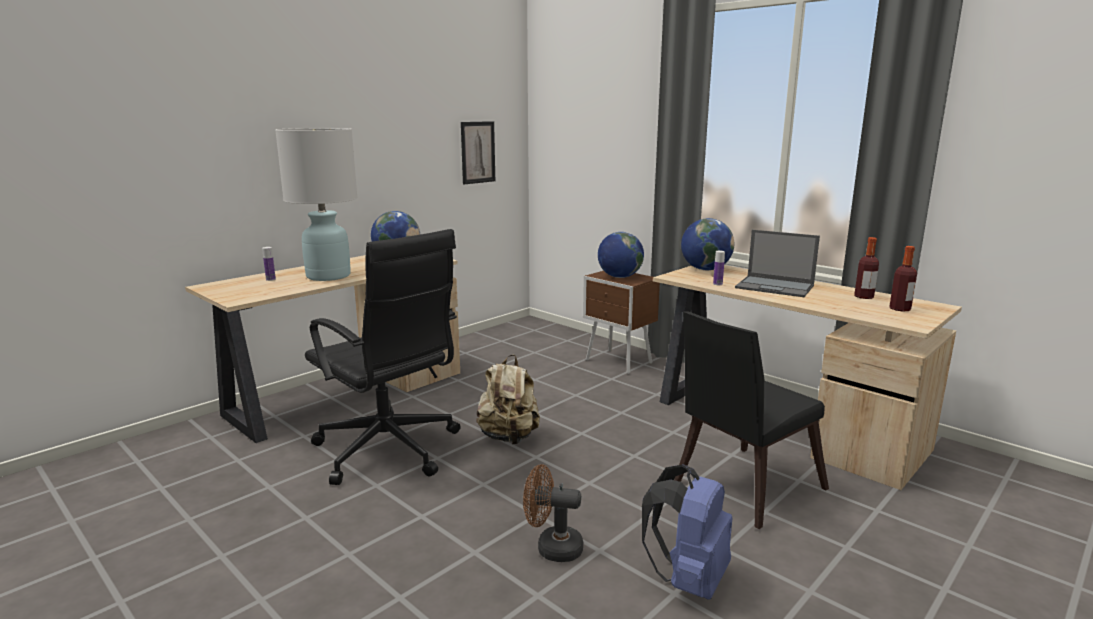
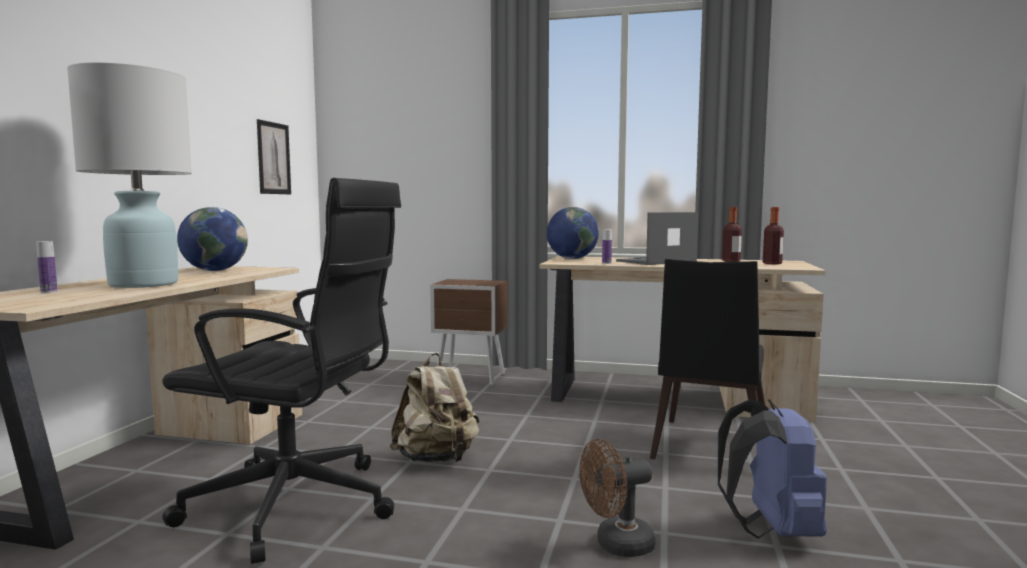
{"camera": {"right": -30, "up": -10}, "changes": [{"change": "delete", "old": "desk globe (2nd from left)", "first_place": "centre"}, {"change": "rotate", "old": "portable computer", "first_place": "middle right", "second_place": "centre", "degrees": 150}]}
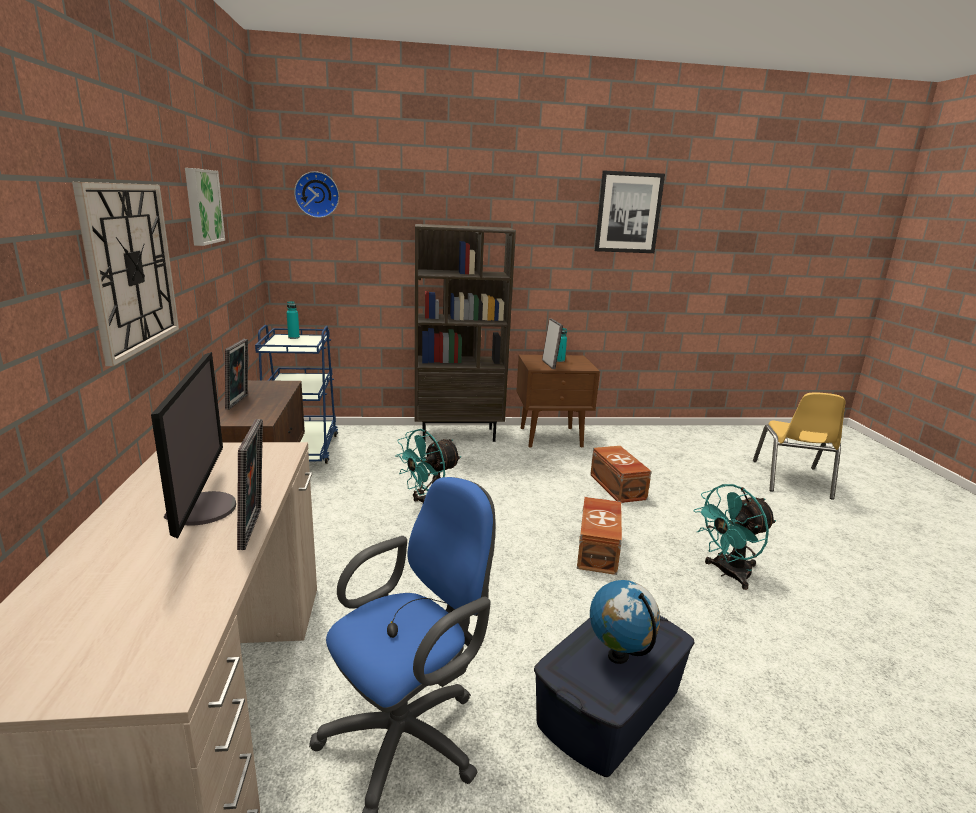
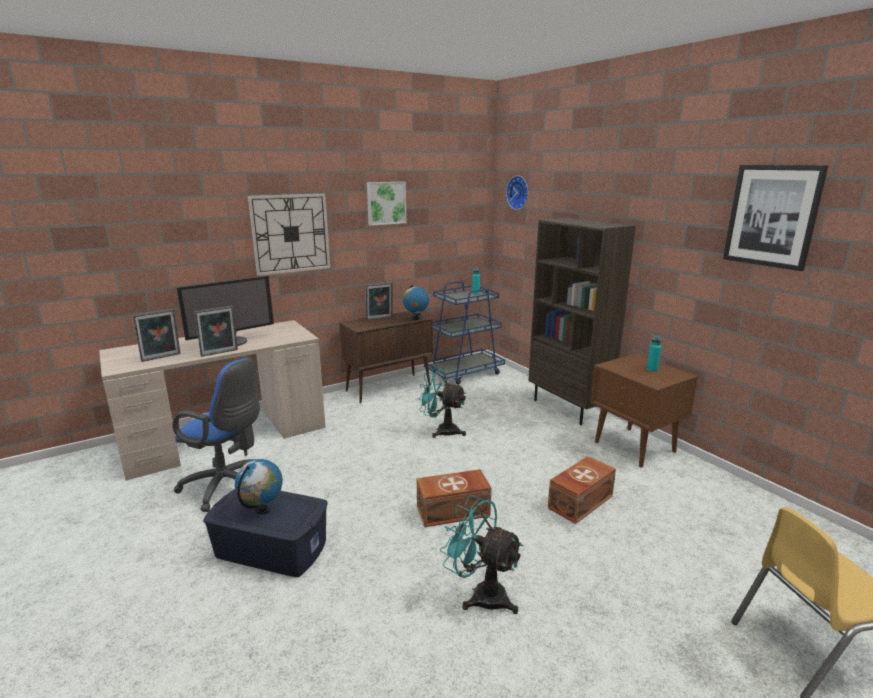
{"camera": {"right": 65, "up": 0}, "changes": [{"change": "move", "old": "photo frame (3rd from left in the first image)", "new": "photo frame (1st from left)", "first_place": "centre", "second_place": "middle left"}, {"change": "insert", "new": "desk globe (2nd from left)", "second_place": "centre"}]}
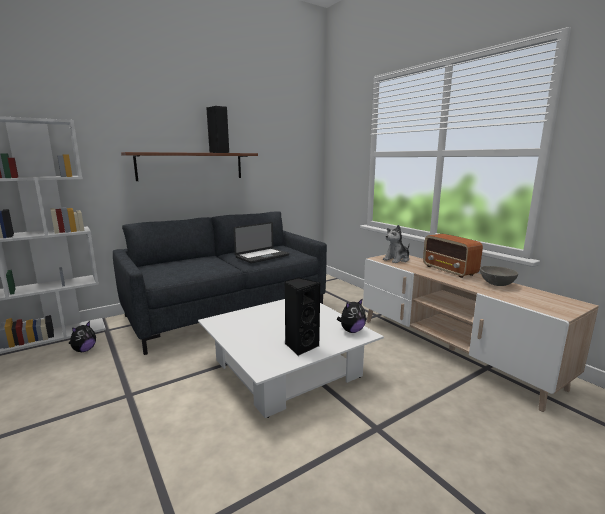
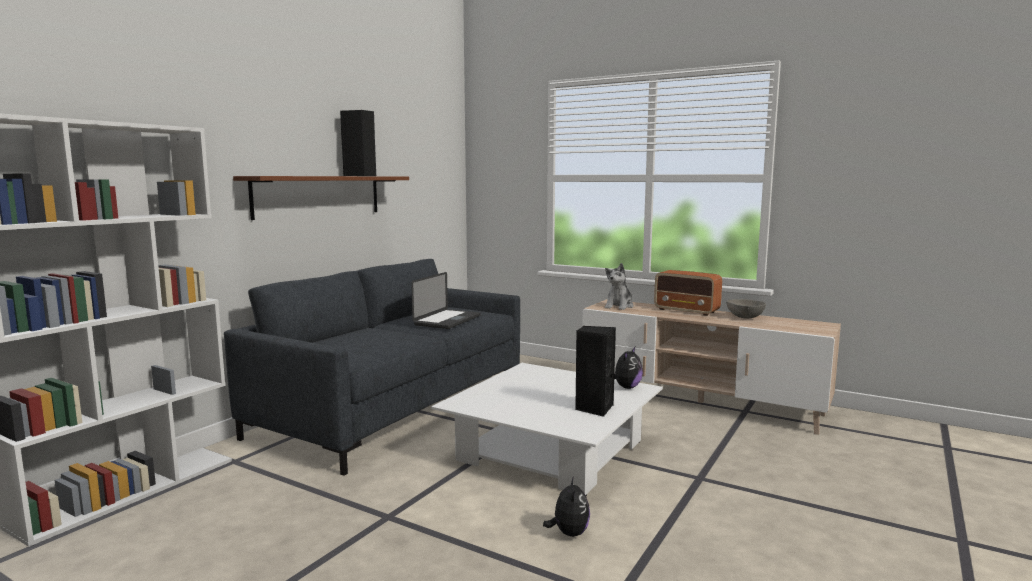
{"camera": {"right": -25, "up": -5}, "changes": [{"change": "move", "old": "cuddly toy (1st from left)", "first_place": "middle left", "second_place": "bottom centre"}]}
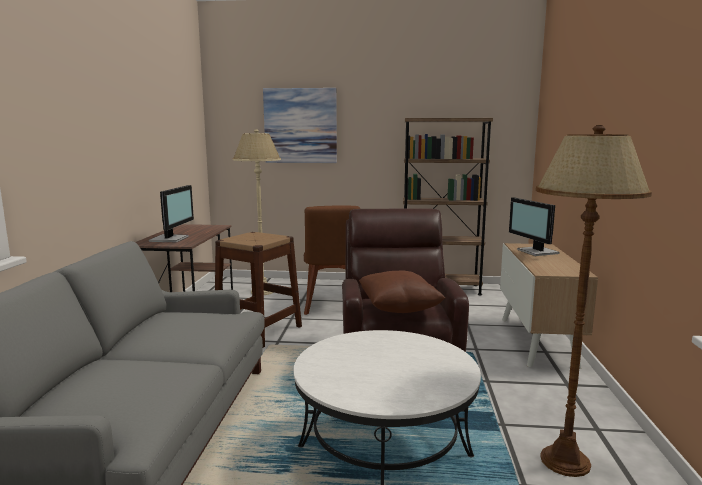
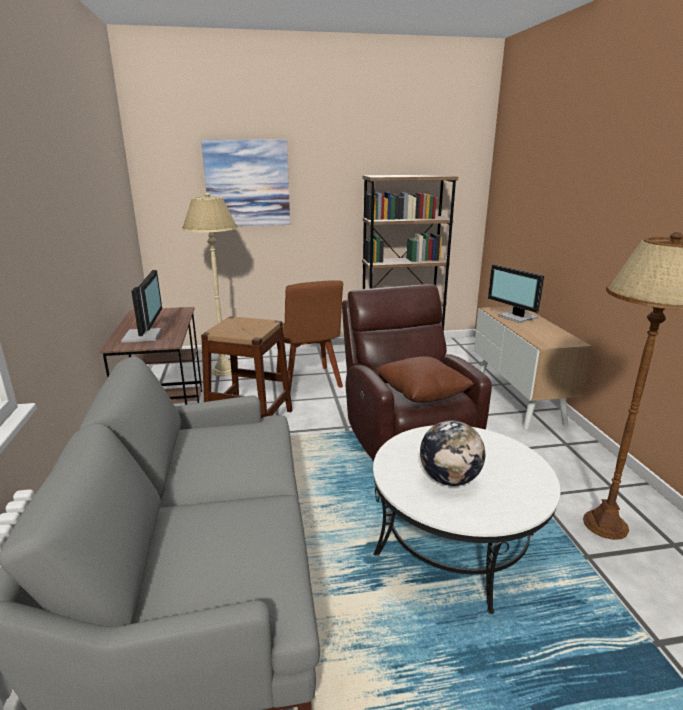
{"camera": {"right": -15, "up": 10}, "changes": [{"change": "insert", "new": "desk globe", "second_place": "centre"}]}
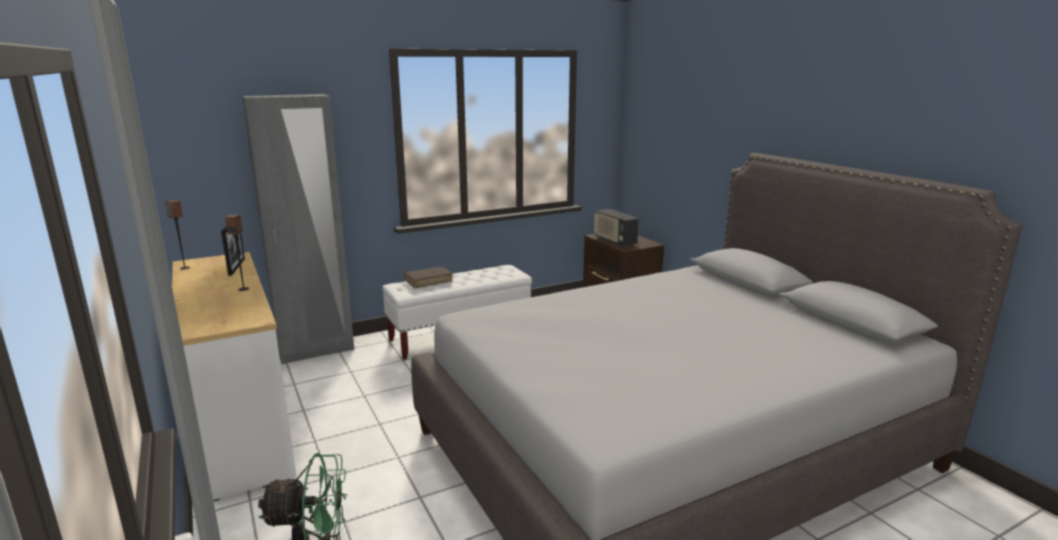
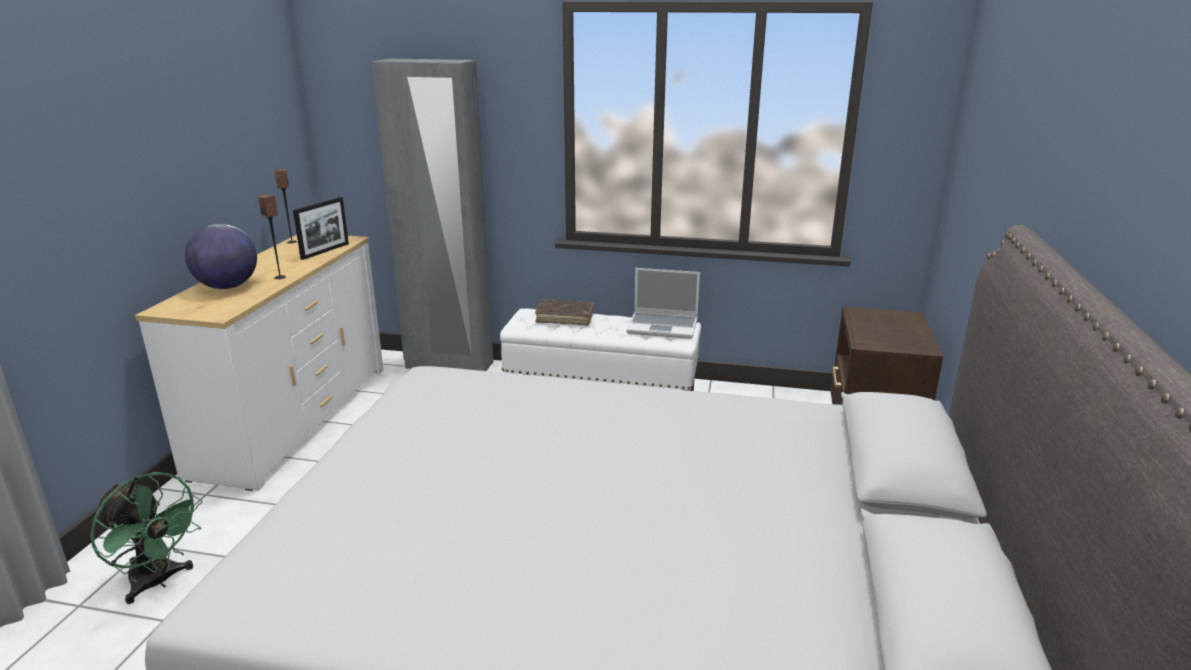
{"camera": {"right": 40, "up": 5}, "changes": [{"change": "delete", "old": "radio", "first_place": "centre"}, {"change": "insert", "new": "desk globe", "second_place": "middle left"}, {"change": "insert", "new": "portable computer", "second_place": "centre"}]}
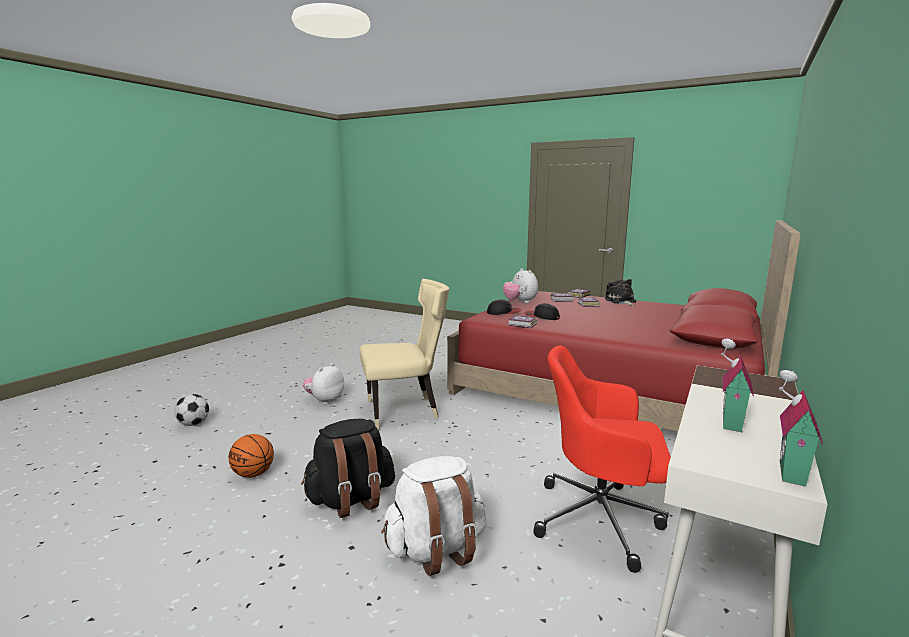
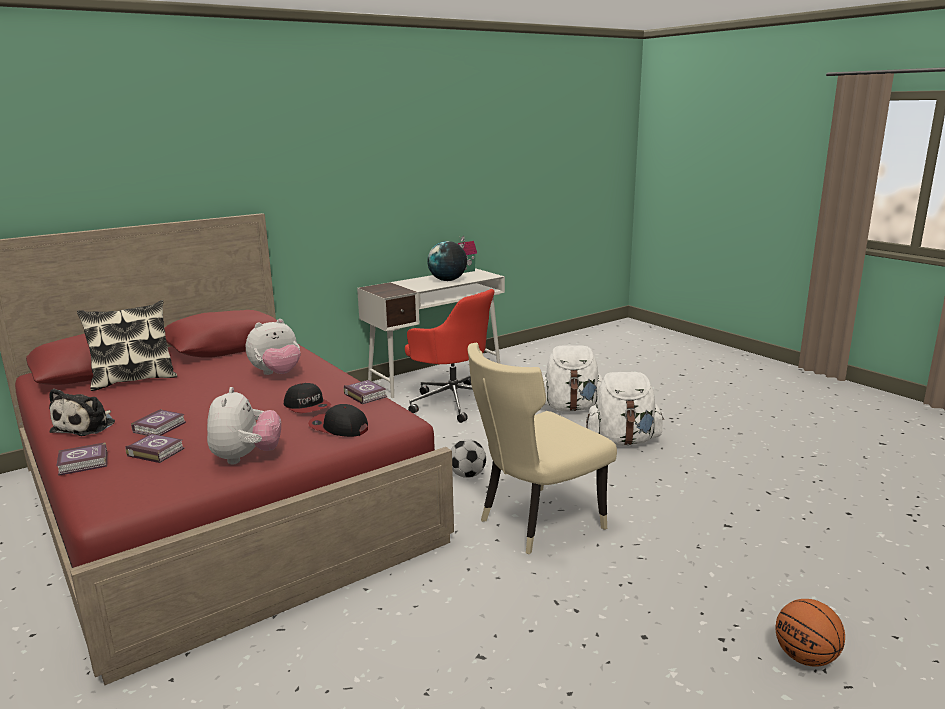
{"camera": {"right": -155, "up": 5}, "changes": [{"change": "move", "old": "ball for football", "first_place": "middle left", "second_place": "centre"}, {"change": "move", "old": "ball for basketball", "first_place": "bottom left", "second_place": "bottom right"}, {"change": "recolor", "old": "black-coloured knapsack", "new": "white-coloured knapsack (2nd from left)", "first_place": "bottom centre", "second_place": "centre"}, {"change": "move", "old": "cuddly toy (1st from left in the first image)", "new": "cuddly toy (3rd from left)", "first_place": "centre", "second_place": "middle left"}, {"change": "rotate", "old": "sand-coloured chair", "first_place": "centre", "second_place": "centre", "degrees": -45}, {"change": "replace", "old": "model house (1st from left)", "new": "desk globe", "first_place": "middle right", "second_place": "centre"}, {"change": "insert", "new": "throw pillow", "second_place": "middle left"}]}
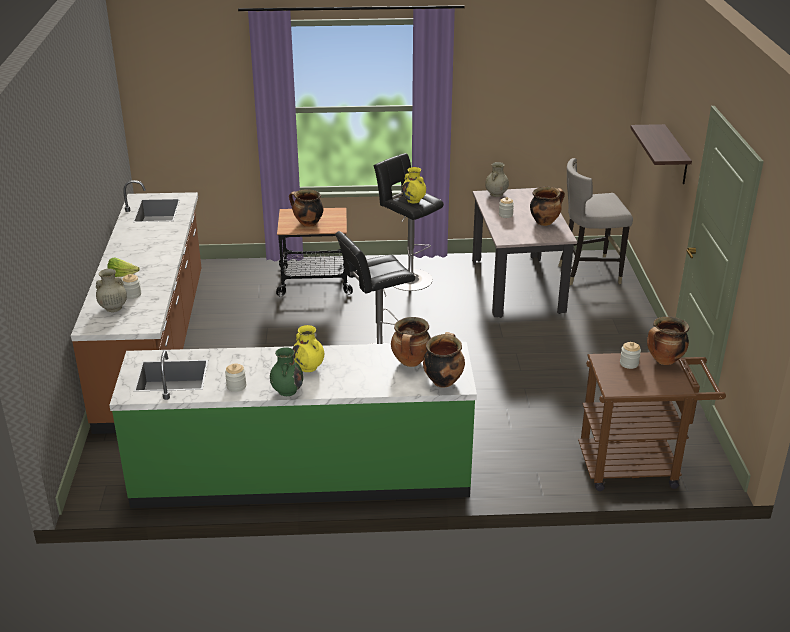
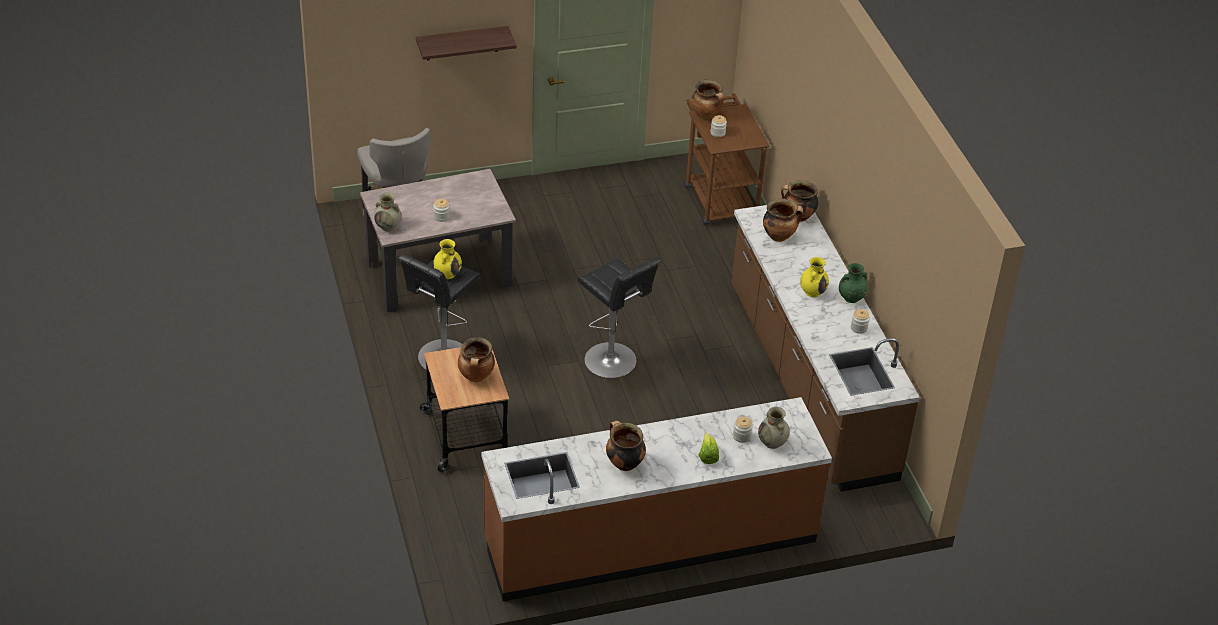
{"camera": {"right": -105, "up": 10}, "changes": [{"change": "recolor", "old": "green-coloured kitchen counter", "new": "brownish kitchen counter (2nd from left)", "first_place": "bottom centre", "second_place": "middle right"}, {"change": "move", "old": "saucepot (4th from left in the first image)", "new": "saucepot (2nd from left)", "first_place": "top right", "second_place": "bottom centre"}]}
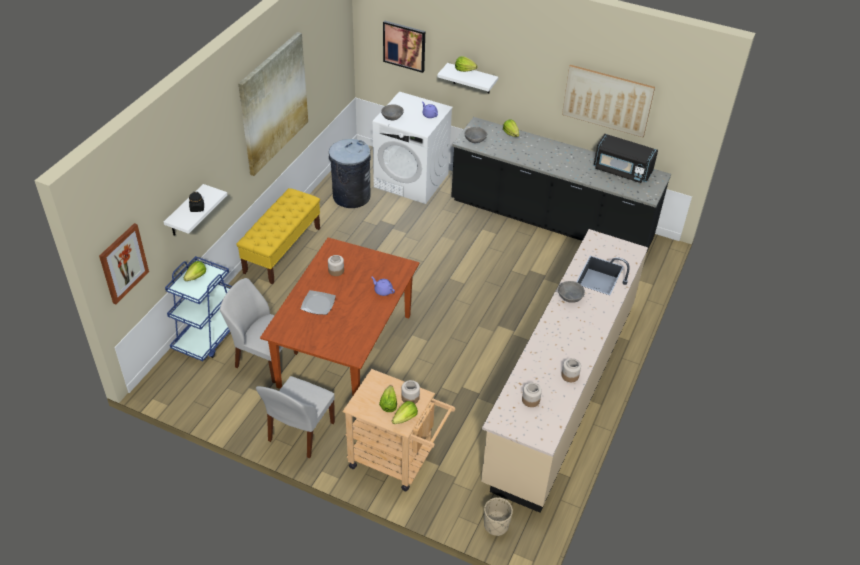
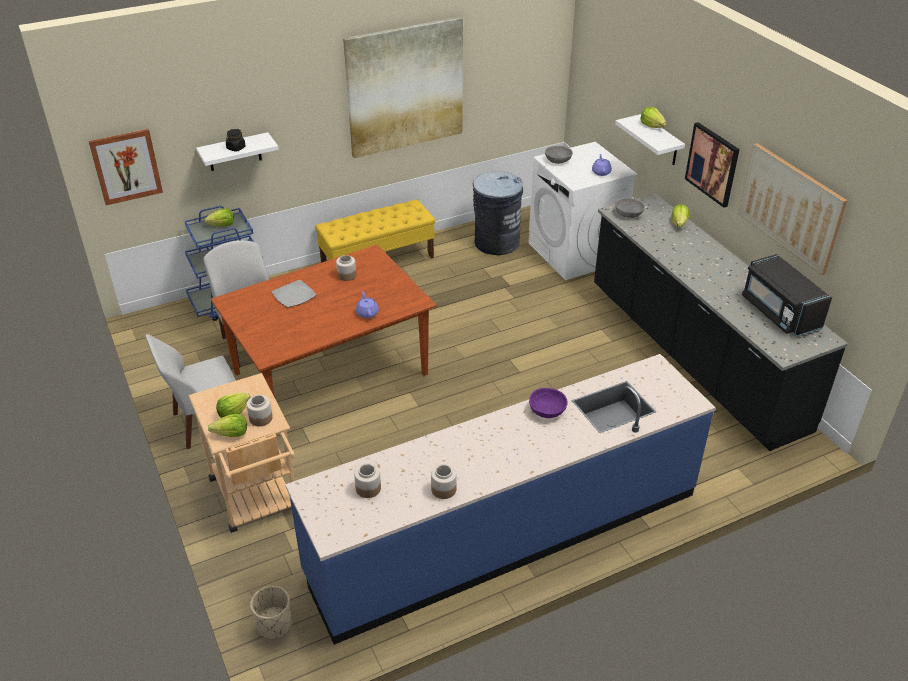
{"camera": {"right": 40, "up": -5}, "changes": [{"change": "move", "old": "wall picture (3rd from left)", "first_place": "top centre", "second_place": "top right"}, {"change": "recolor", "old": "sand-coloured kitchen counter", "new": "blue-coloured kitchen counter", "first_place": "centre", "second_place": "bottom centre"}, {"change": "recolor", "old": "greyish deep dish (3rd from left)", "new": "purple deep dish", "first_place": "centre", "second_place": "centre"}]}
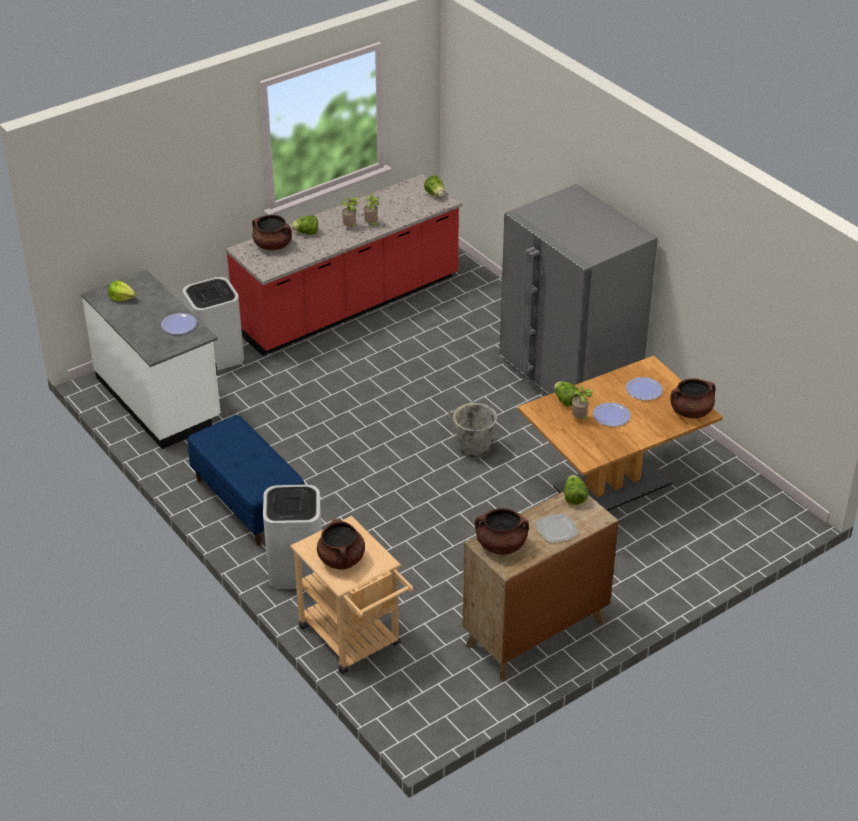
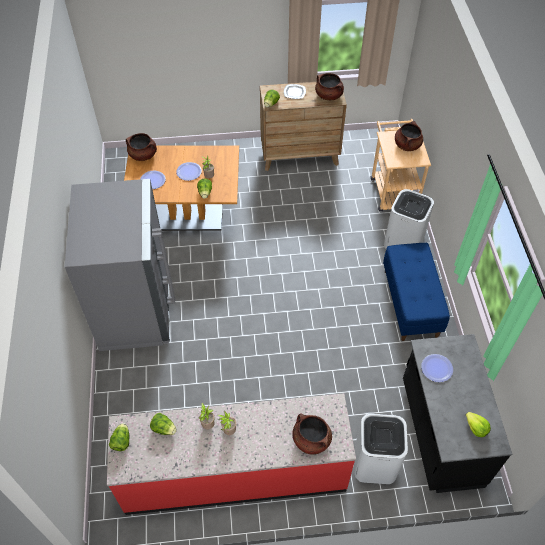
{"camera": {"right": -150, "up": 15}, "changes": [{"change": "recolor", "old": "white-coloured kitchen counter", "new": "black-coloured kitchen counter", "first_place": "middle left", "second_place": "bottom right"}, {"change": "move", "old": "lettuce (2nd from left)", "first_place": "top centre", "second_place": "bottom left"}, {"change": "delete", "old": "greyish pail", "first_place": "centre"}]}
